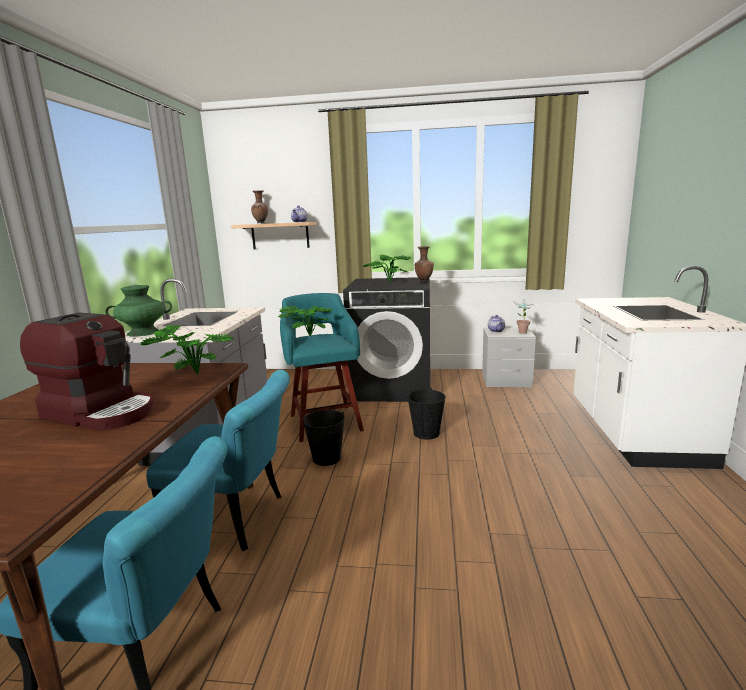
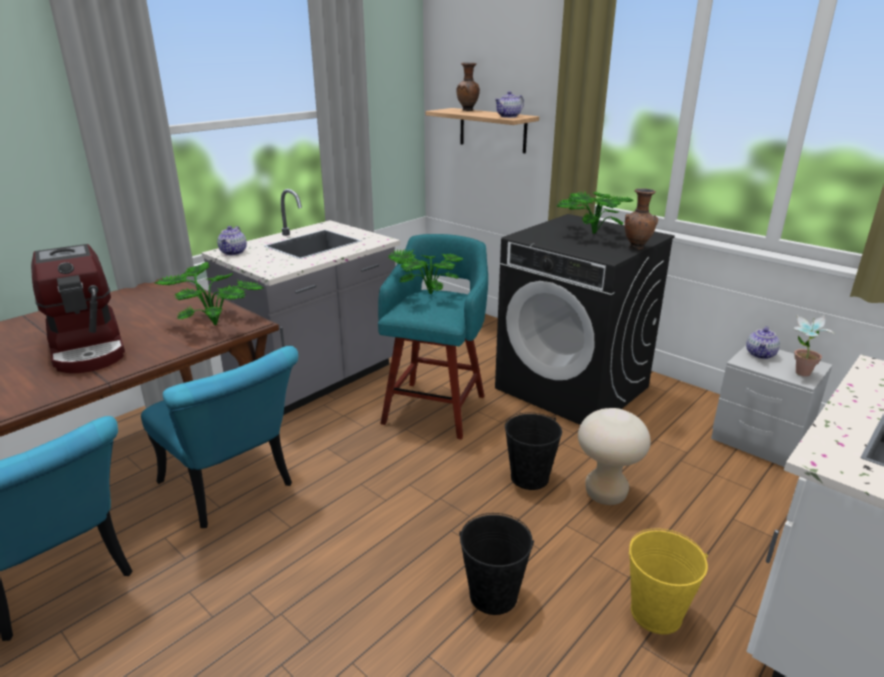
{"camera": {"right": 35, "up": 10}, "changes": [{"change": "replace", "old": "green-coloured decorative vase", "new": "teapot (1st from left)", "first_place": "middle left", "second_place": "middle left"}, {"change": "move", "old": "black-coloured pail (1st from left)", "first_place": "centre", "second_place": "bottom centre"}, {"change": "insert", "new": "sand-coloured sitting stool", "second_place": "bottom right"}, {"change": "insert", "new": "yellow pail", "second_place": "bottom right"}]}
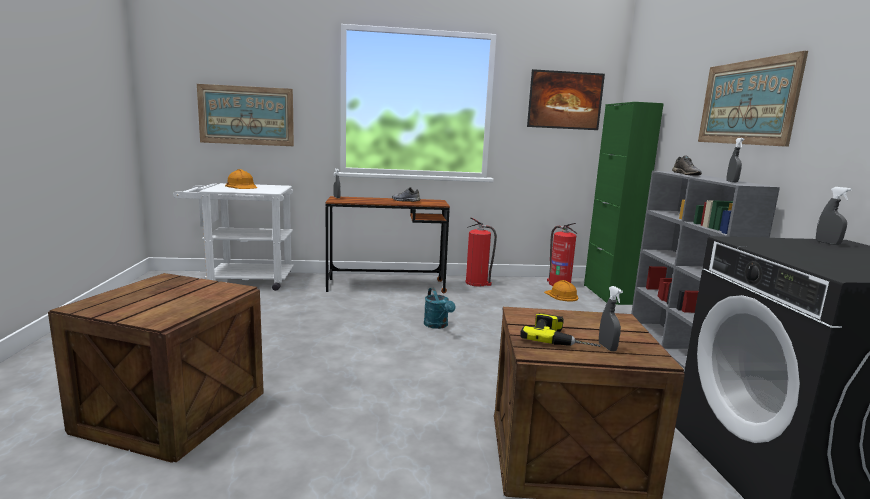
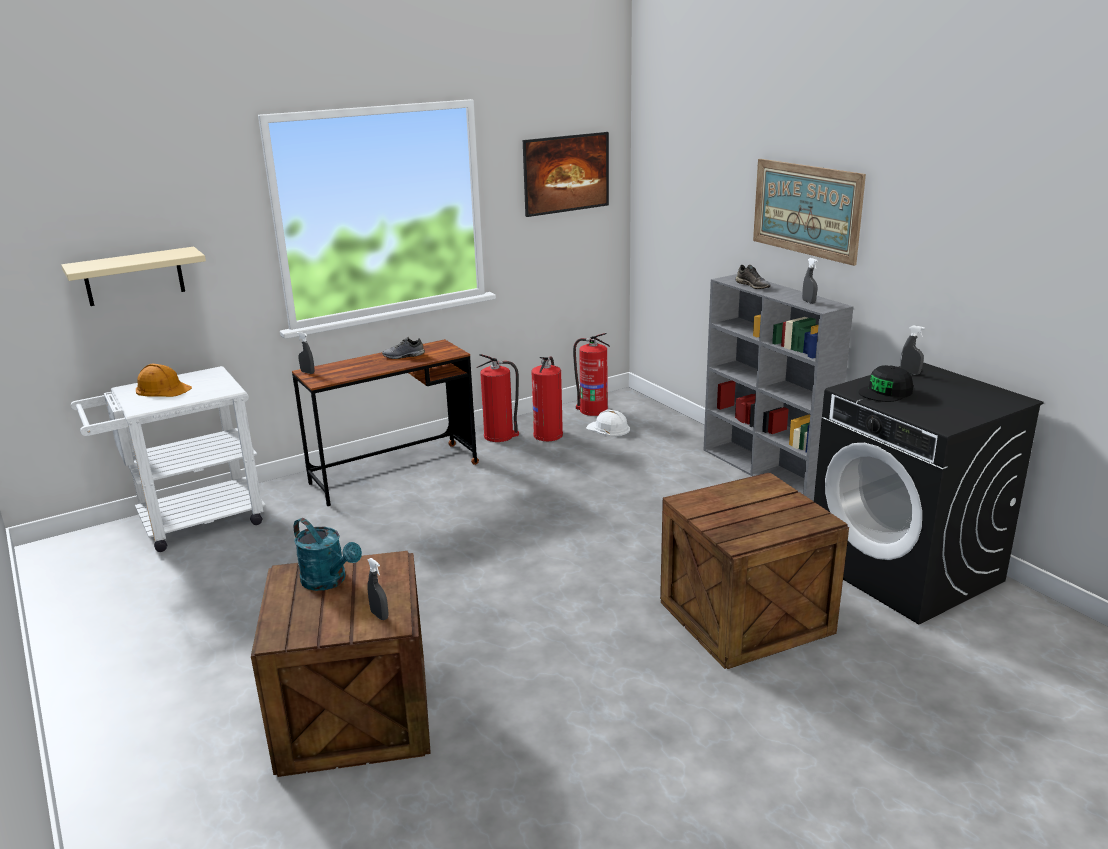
{"camera": {"right": -25, "up": 10}, "changes": [{"change": "replace", "old": "wall picture (1st from left)", "new": "sand-coloured shelf", "first_place": "top left", "second_place": "top left"}, {"change": "move", "old": "turquoise watering can", "first_place": "centre", "second_place": "middle left"}, {"change": "delete", "old": "electric drill", "first_place": "centre"}, {"change": "recolor", "old": "orange-coloured work helmet (2nd from left)", "new": "white-coloured work helmet", "first_place": "centre", "second_place": "centre"}, {"change": "delete", "old": "green-coloured storage cabinet", "first_place": "middle right"}, {"change": "move", "old": "greyish hand sprayer (2nd from left)", "first_place": "middle right", "second_place": "bottom centre"}, {"change": "insert", "new": "fire extinguisher (2nd from left)", "second_place": "centre"}, {"change": "insert", "new": "black-coloured peaked cap", "second_place": "middle right"}]}
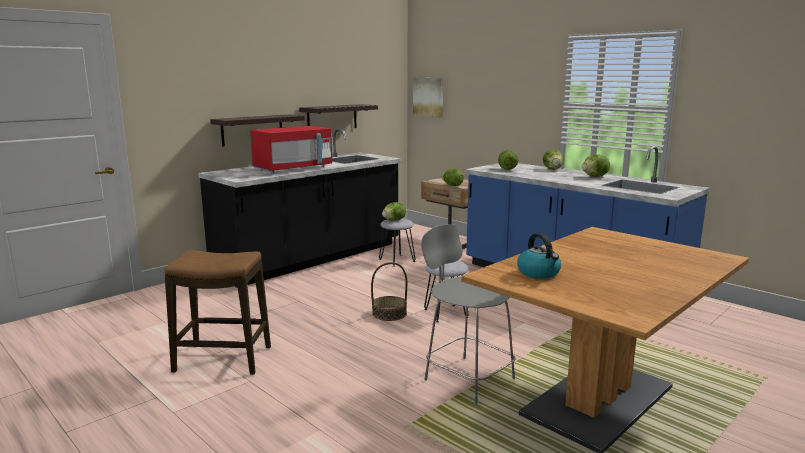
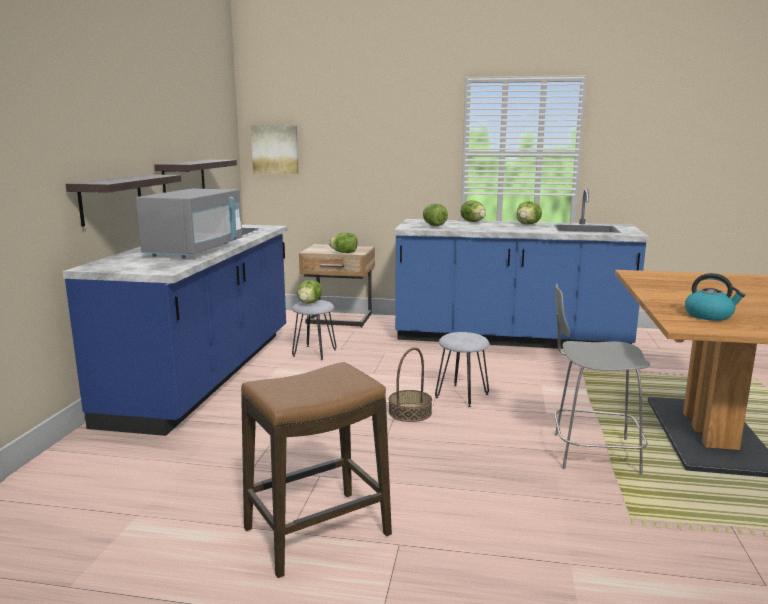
{"camera": {"right": -35, "up": 0}, "changes": [{"change": "recolor", "old": "black-coloured kitchen counter", "new": "blue-coloured kitchen counter (1st from left)", "first_place": "centre", "second_place": "middle left"}, {"change": "recolor", "old": "red microwave", "new": "greyish microwave", "first_place": "top centre", "second_place": "middle left"}]}
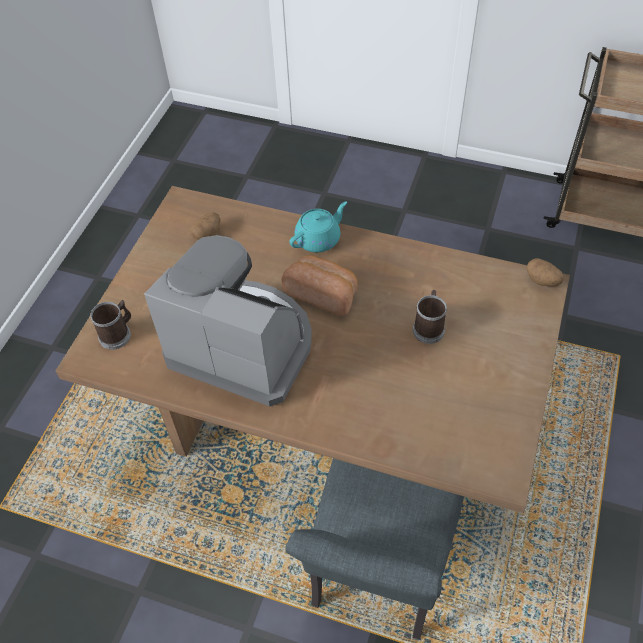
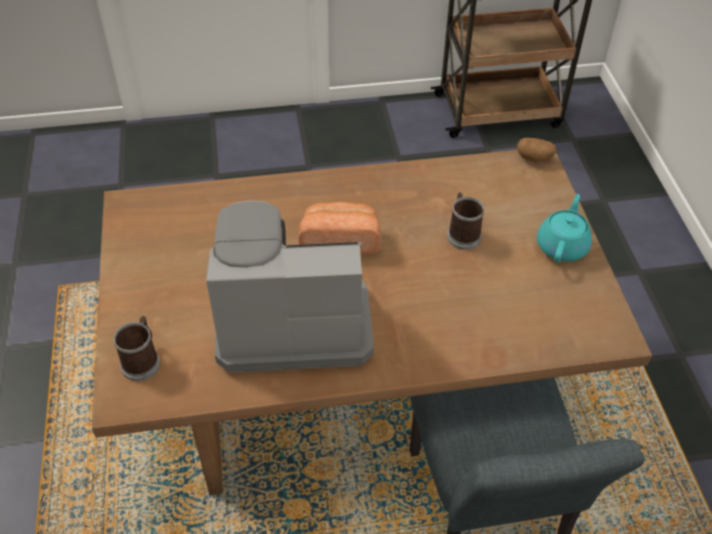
{"camera": {"right": -30, "up": -5}, "changes": [{"change": "delete", "old": "spud (1st from left)", "first_place": "middle left"}, {"change": "move", "old": "turquoise teapot", "first_place": "centre", "second_place": "middle right"}]}
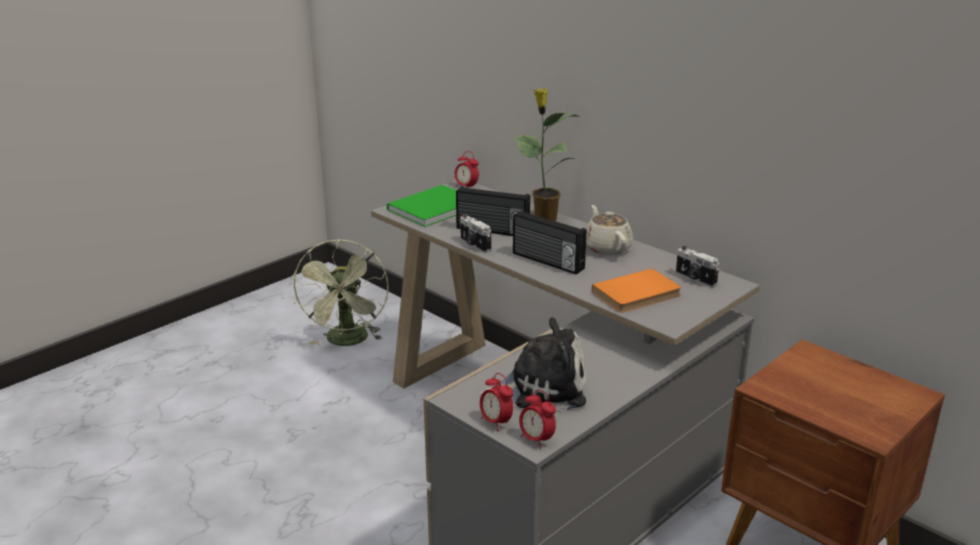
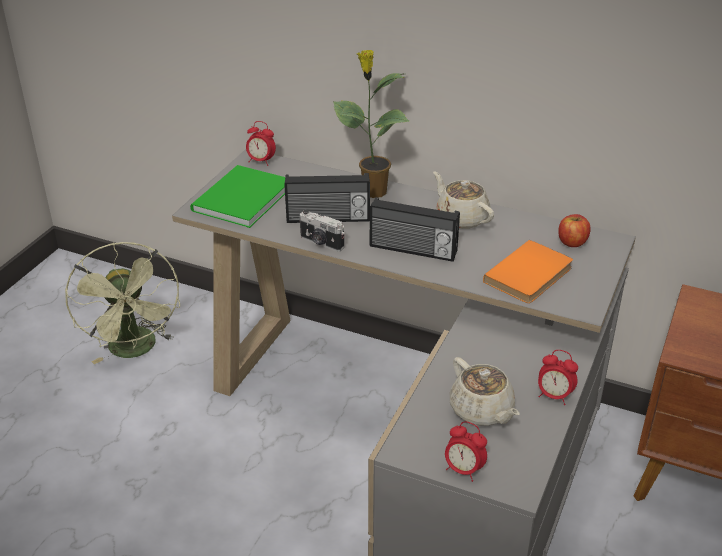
{"camera": {"right": -20, "up": 10}, "changes": [{"change": "replace", "old": "cuddly toy", "new": "sand-coloured teapot (2nd from left)", "first_place": "bottom centre", "second_place": "bottom right"}, {"change": "move", "old": "table clock (3rd from left)", "first_place": "bottom centre", "second_place": "bottom right"}, {"change": "replace", "old": "photo camera (2nd from left)", "new": "apple", "first_place": "middle right", "second_place": "middle right"}]}
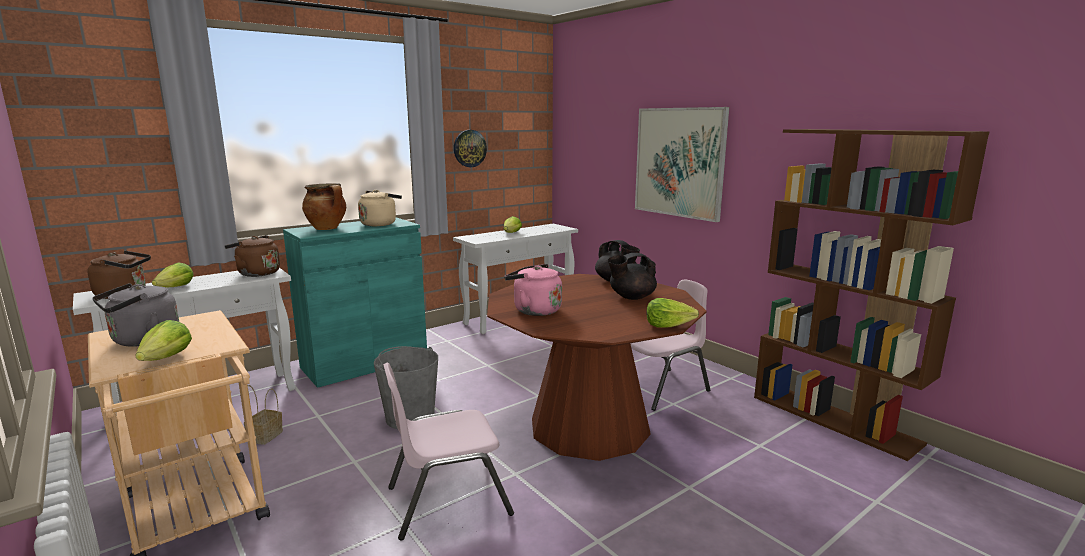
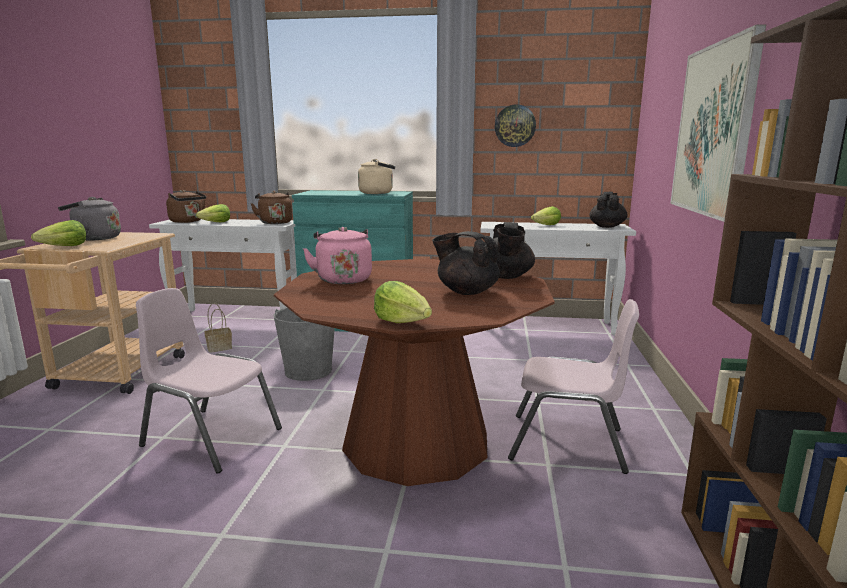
{"camera": {"right": 45, "up": 0}, "changes": [{"change": "delete", "old": "saucepot", "first_place": "middle left"}, {"change": "insert", "new": "black-coloured teapot (3rd from left)", "second_place": "middle right"}]}
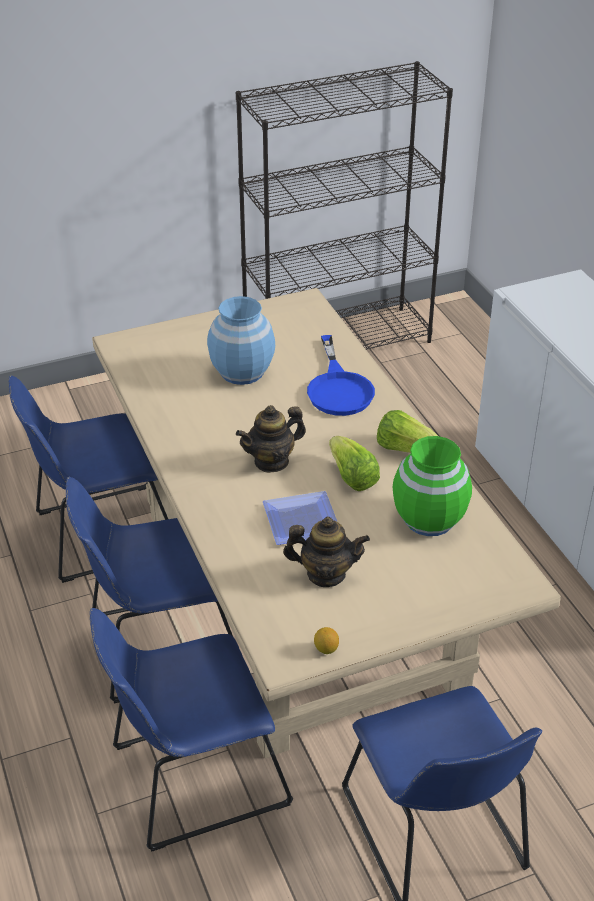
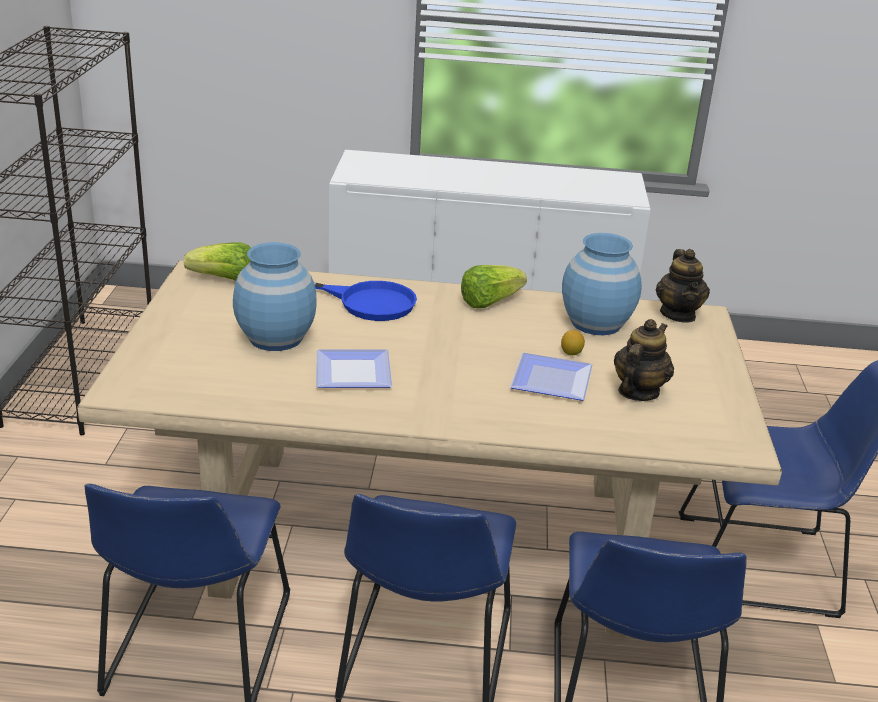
{"camera": {"right": -65, "up": -10}, "changes": [{"change": "move", "old": "teapot (1st from left in the first image)", "new": "teapot (2nd from left)", "first_place": "centre", "second_place": "middle right"}, {"change": "move", "old": "whole lemon", "first_place": "bottom centre", "second_place": "centre"}, {"change": "move", "old": "lettuce (1st from left)", "first_place": "centre", "second_place": "middle left"}, {"change": "recolor", "old": "green-coloured decorative vase", "new": "blue-coloured decorative vase (2nd from left)", "first_place": "middle right", "second_place": "middle right"}, {"change": "insert", "new": "flat dish (1st from left)", "second_place": "centre"}]}
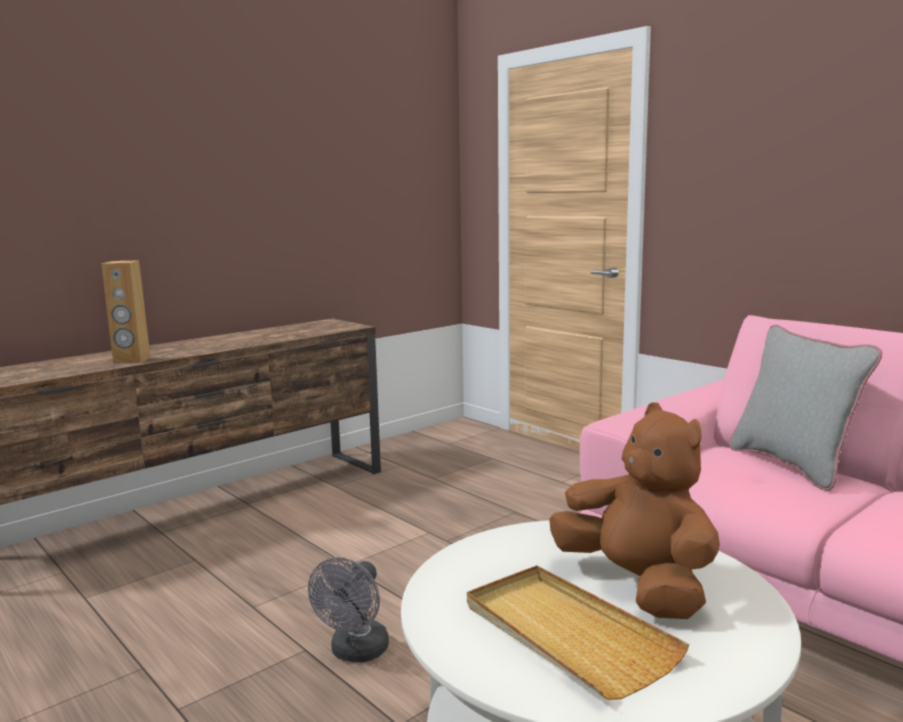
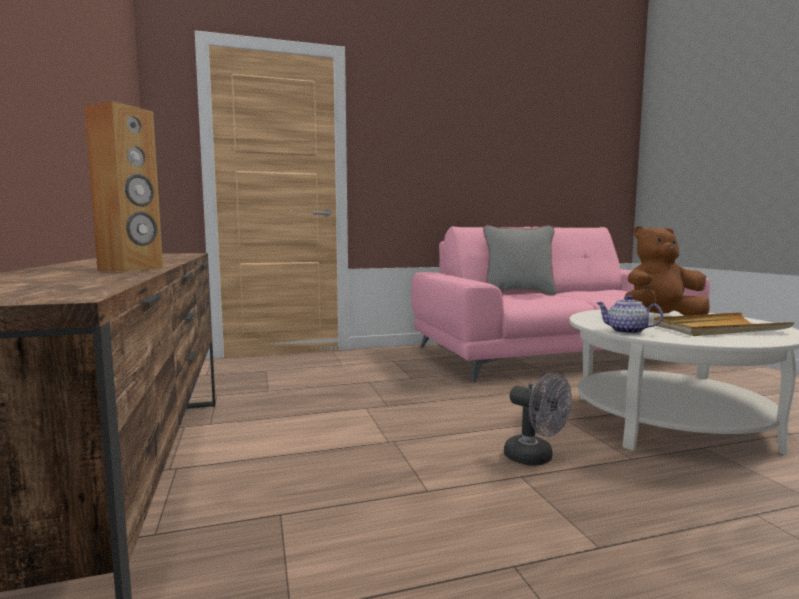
{"camera": {"right": -65, "up": -5}, "changes": [{"change": "insert", "new": "teapot", "second_place": "middle right"}]}
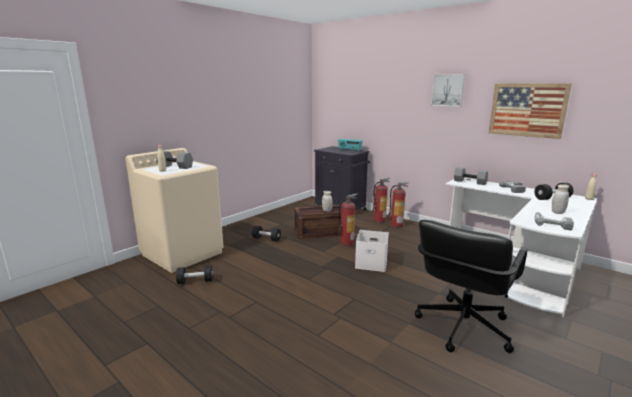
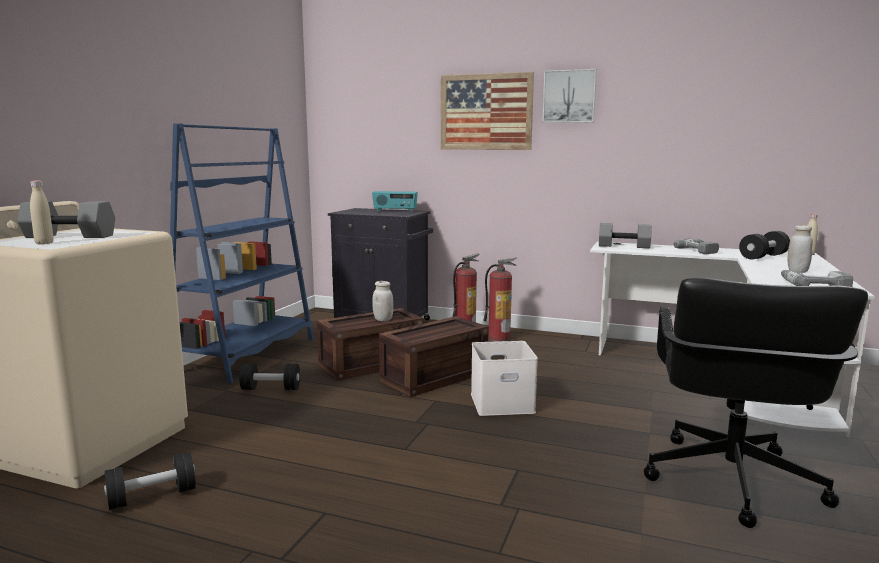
{"camera": {"right": -20, "up": -5}, "changes": [{"change": "replace", "old": "fire extinguisher (1st from left)", "new": "shipping crate (2nd from left)", "first_place": "centre", "second_place": "centre"}, {"change": "move", "old": "wall picture (2nd from left in the first image)", "new": "wall picture (1st from left)", "first_place": "top right", "second_place": "top centre"}, {"change": "insert", "new": "blue-coloured bookcase", "second_place": "middle left"}]}
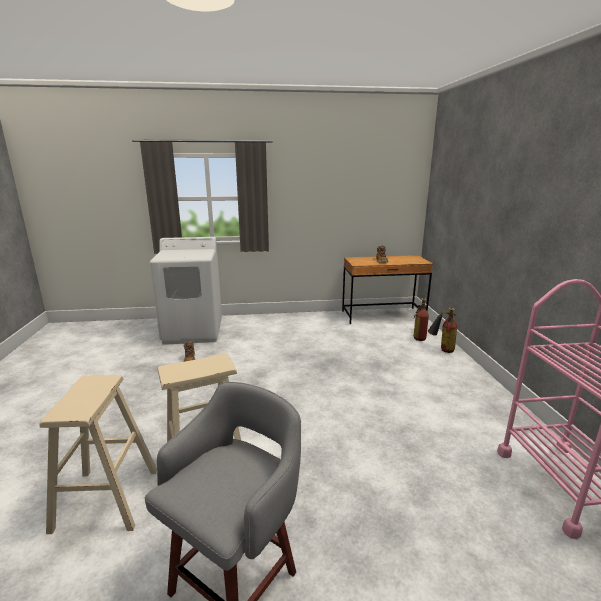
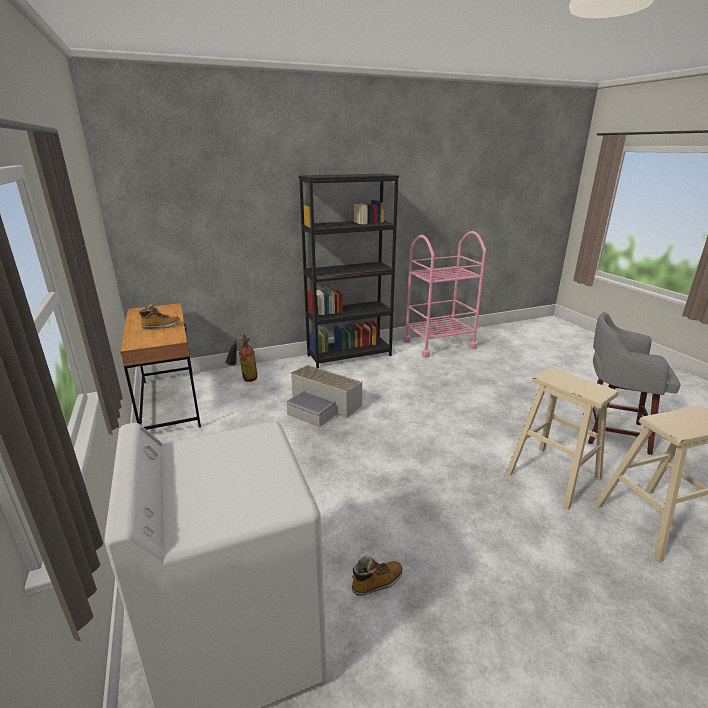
{"camera": {"right": -105, "up": 5}, "changes": [{"change": "delete", "old": "fire extinguisher (2nd from left)", "first_place": "middle right"}, {"change": "insert", "new": "greyish storage container", "second_place": "centre"}, {"change": "insert", "new": "black-coloured bookcase", "second_place": "centre"}]}
